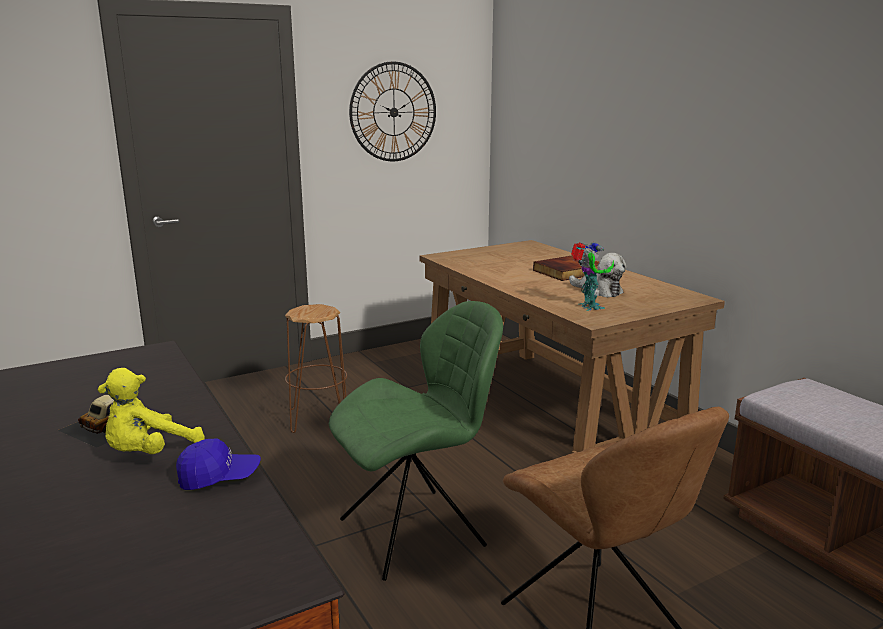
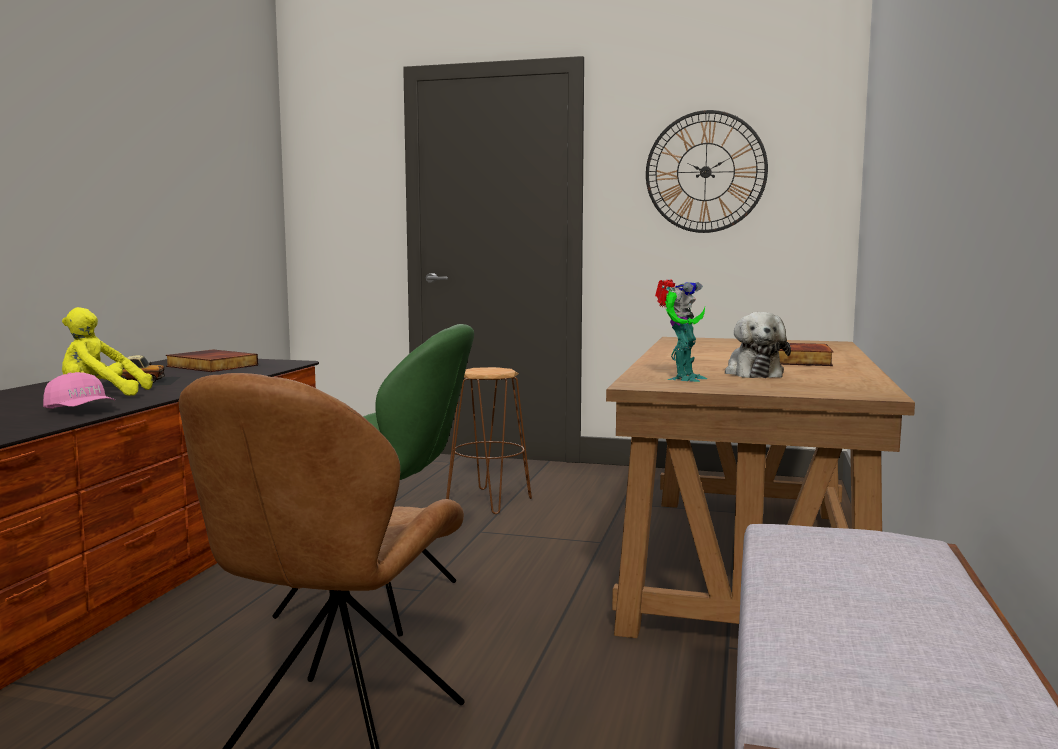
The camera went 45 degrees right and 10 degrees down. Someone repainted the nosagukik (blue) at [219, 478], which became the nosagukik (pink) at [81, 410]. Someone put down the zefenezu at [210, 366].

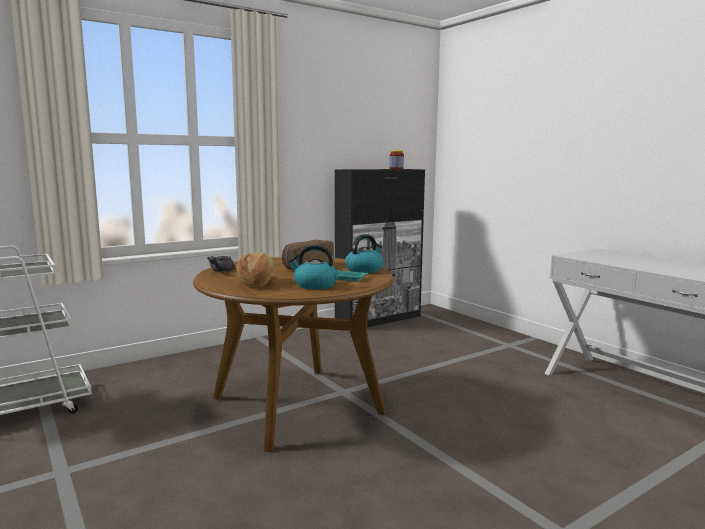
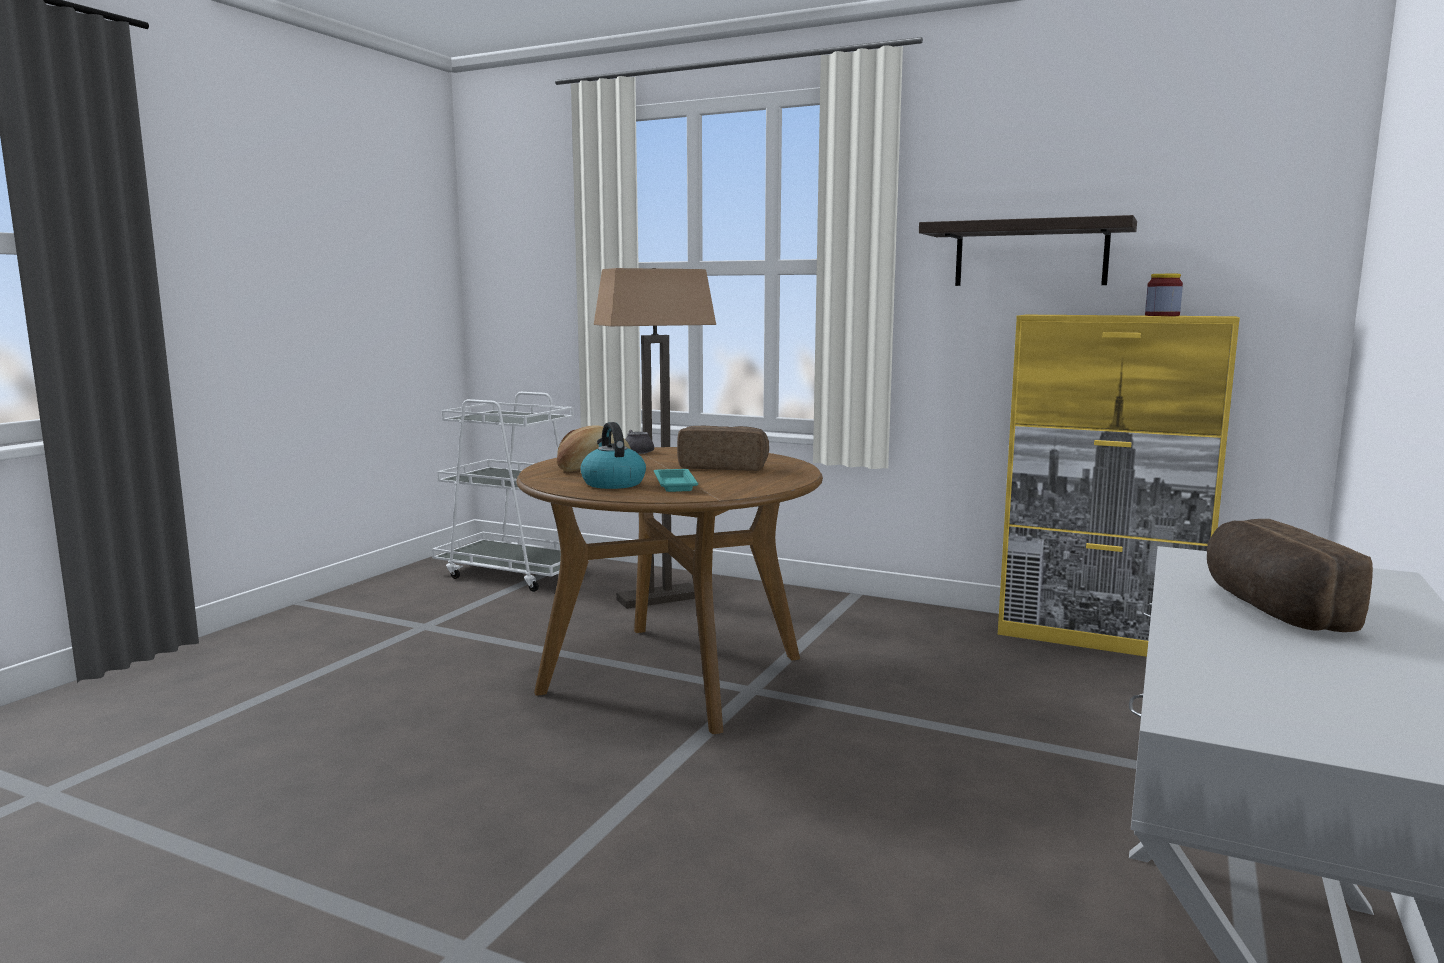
The camera went 60 degrees right and 0 degrees up. Someone put down the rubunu at [658, 599]. Someone put up the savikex at [1030, 254]. Someone repainted the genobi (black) at [379, 319], which became the genobi (yellow) at [1099, 639]. Someone put down the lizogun at [1269, 608]. Someone took away the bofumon at [364, 270].

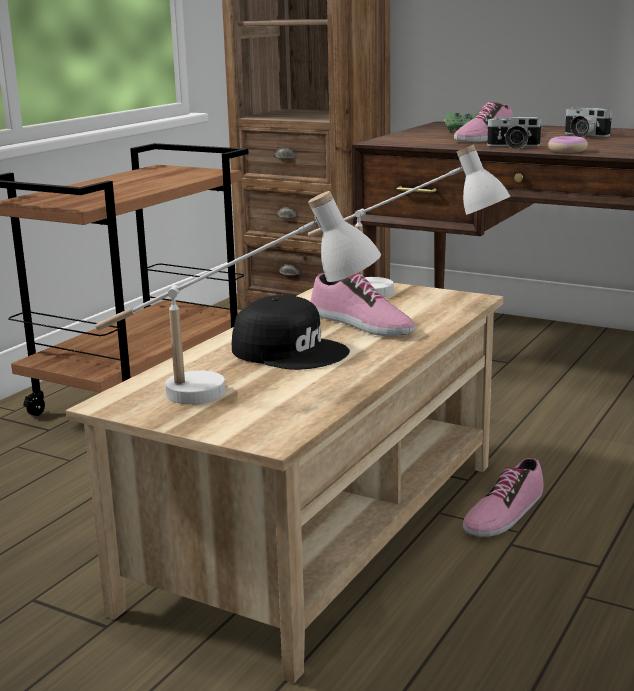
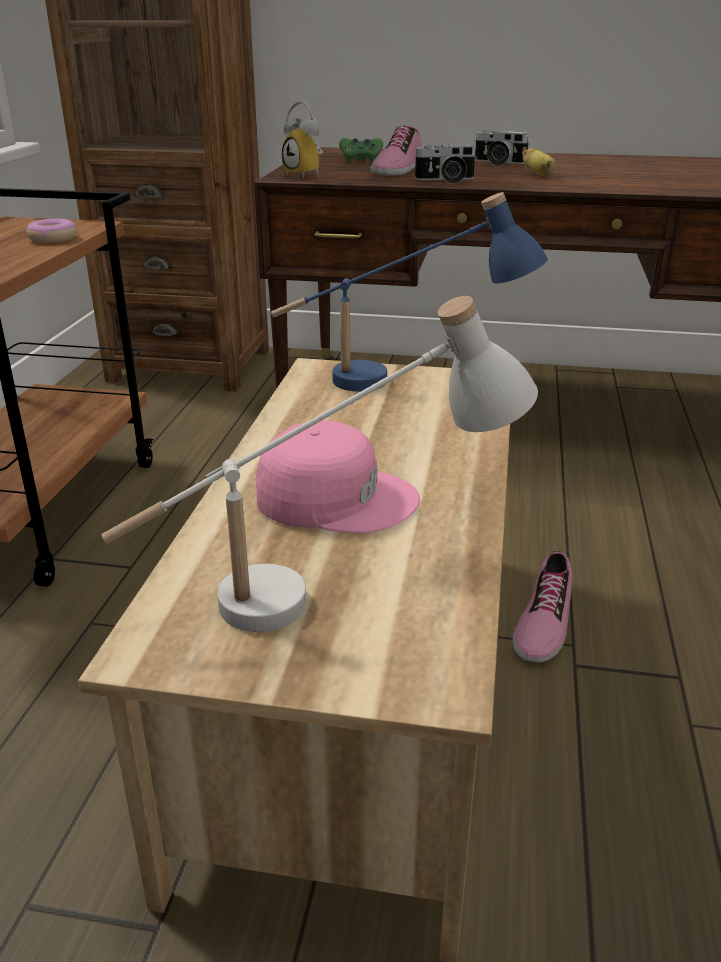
The camera went 20 degrees left and 10 degrees up. Someone carried the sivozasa from [567, 151] to [53, 239]. Someone repainted the nosagukik (black) at [290, 351], which became the nosagukik (pink) at [335, 497]. Someone repainted the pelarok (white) at [402, 296], which became the pelarok (blue) at [400, 383]. Someone put down the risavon at [307, 175]. Someone put down the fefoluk at [538, 174]. Someone took away the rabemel at [360, 324].

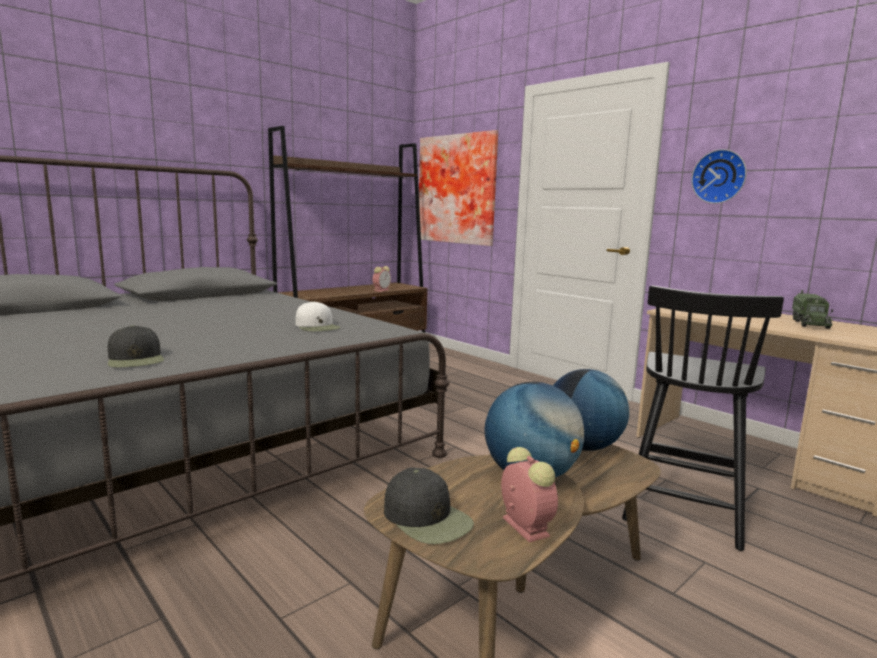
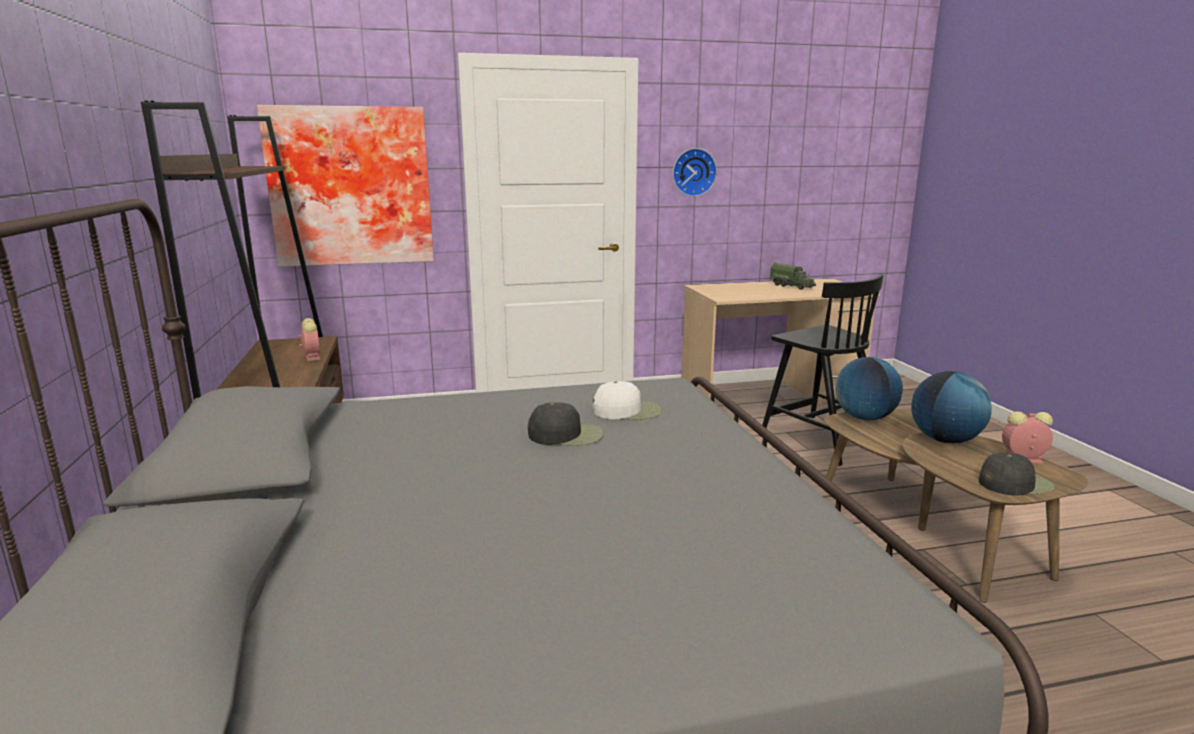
The camera went 60 degrees left and 5 degrees up. Someone carried the nosagukik (black) from [136, 359] to [566, 435].

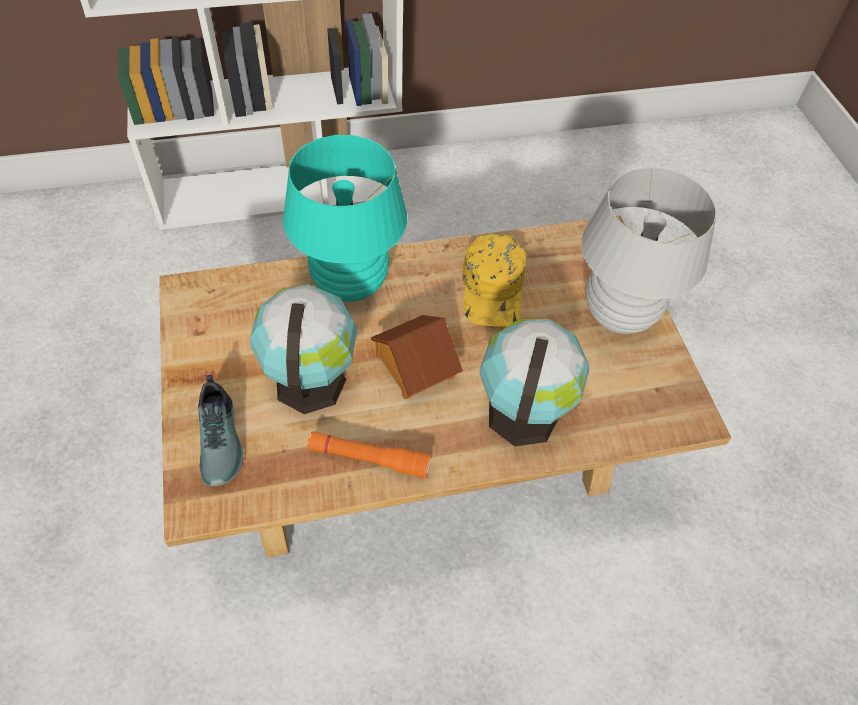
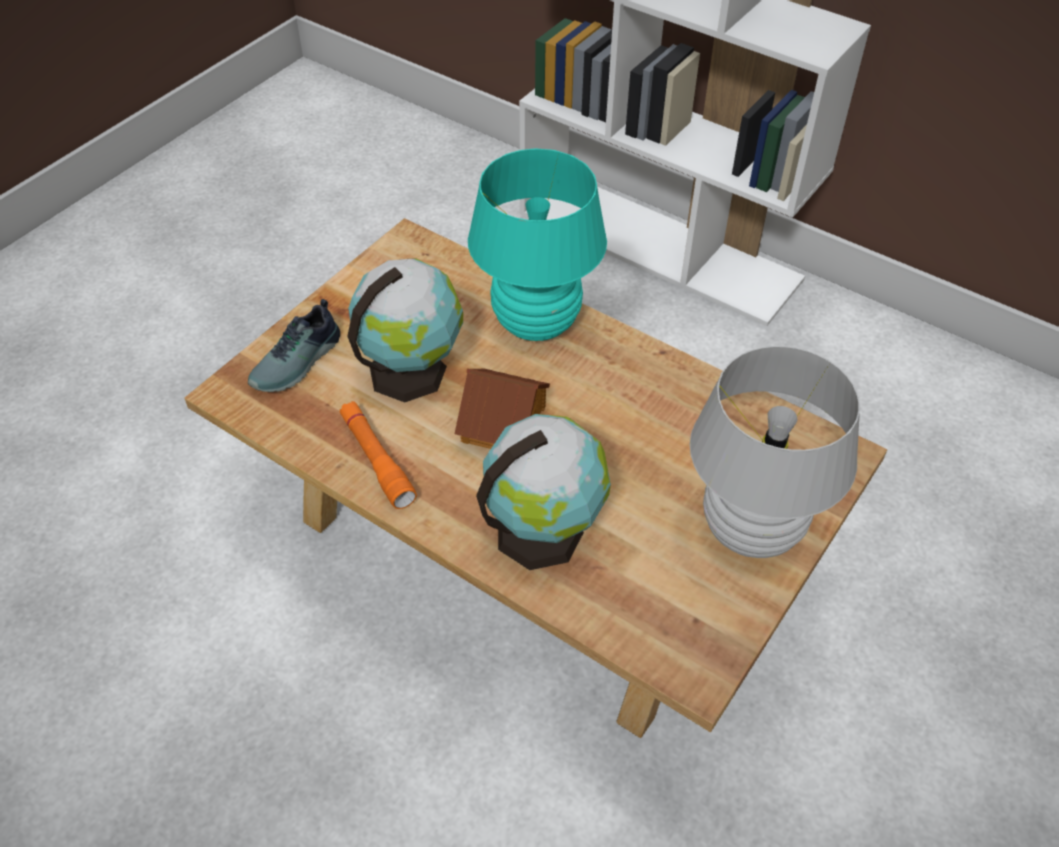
The camera went 50 degrees right and 5 degrees down. Someone took away the nosagukik (yellow) at [493, 289].

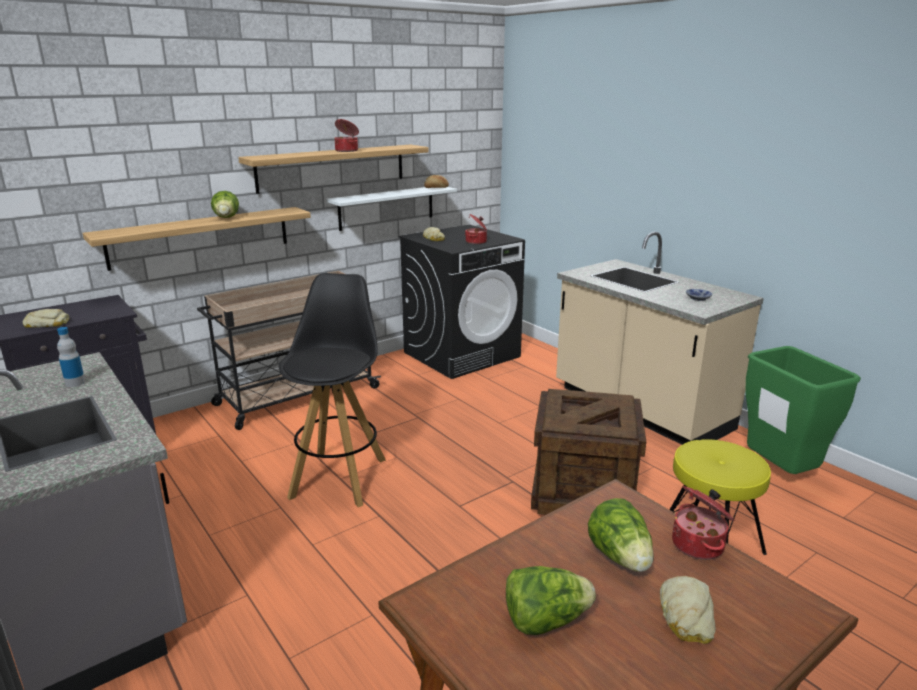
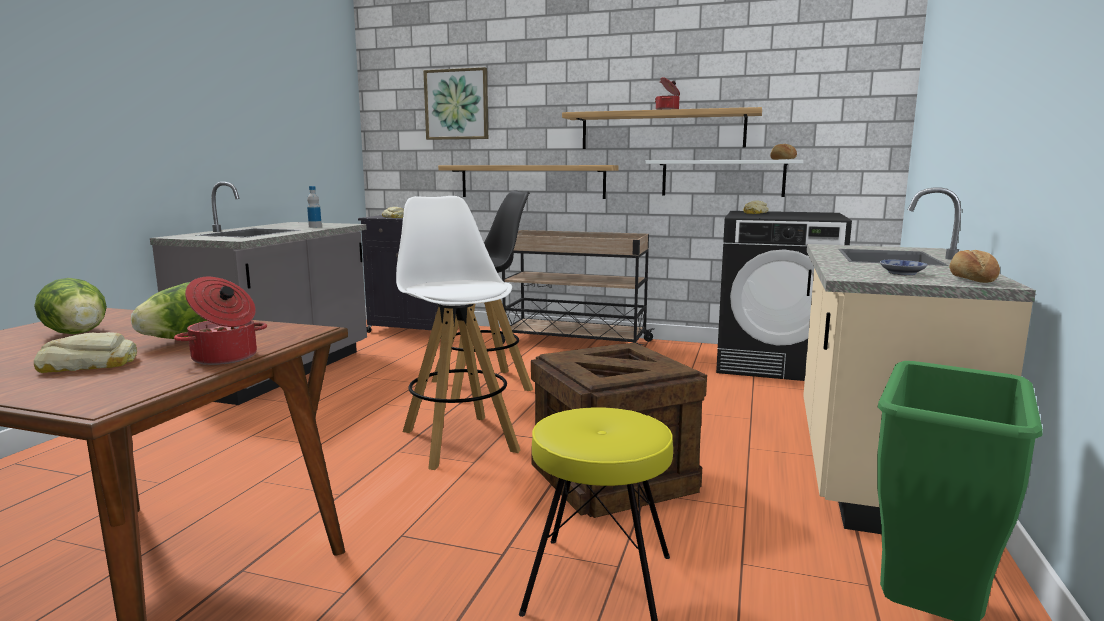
The camera went 55 degrees right and 10 degrees down. Someone put down the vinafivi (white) at [459, 440]. Someone put up the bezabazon at [457, 104]. Someone put down the lizogun at [971, 280]. Someone took away the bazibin at [226, 218]. Someone took away the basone at [476, 242].

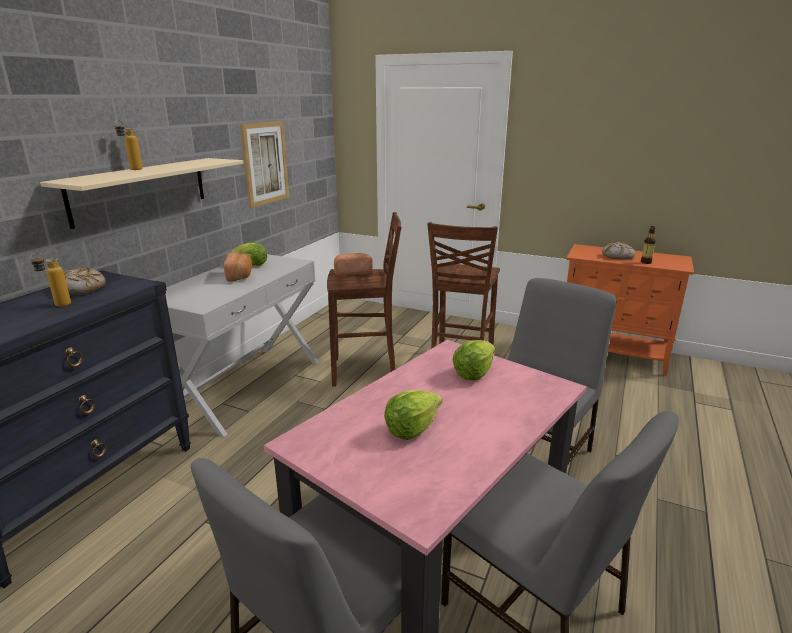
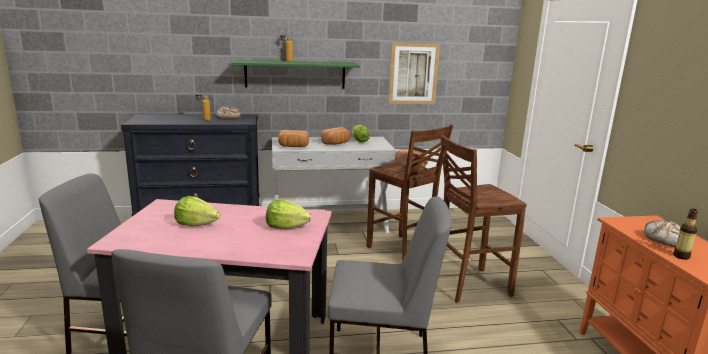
The camera went 55 degrees right and 5 degrees down. Someone repainted the savikex (beige) at [141, 190], which became the savikex (green) at [295, 74]. Someone put down the lizogun at [292, 146].

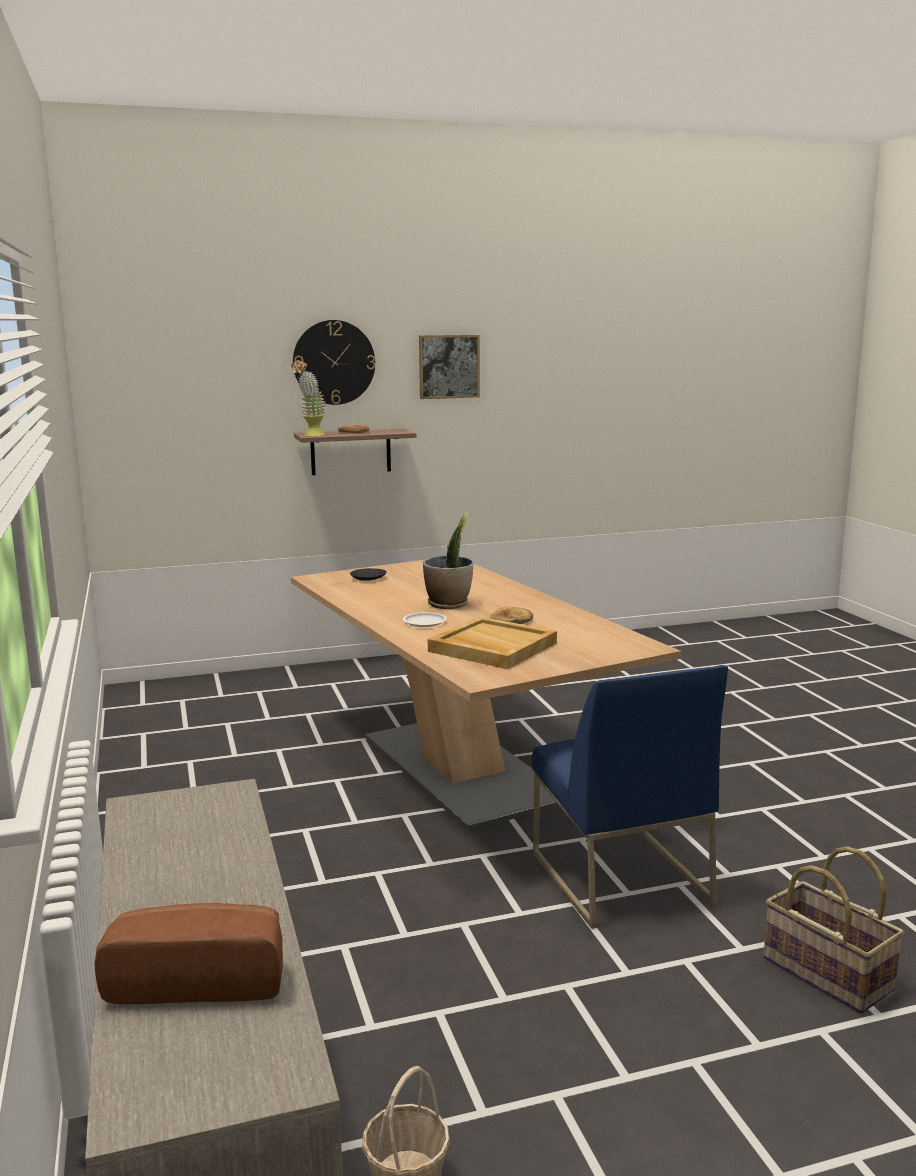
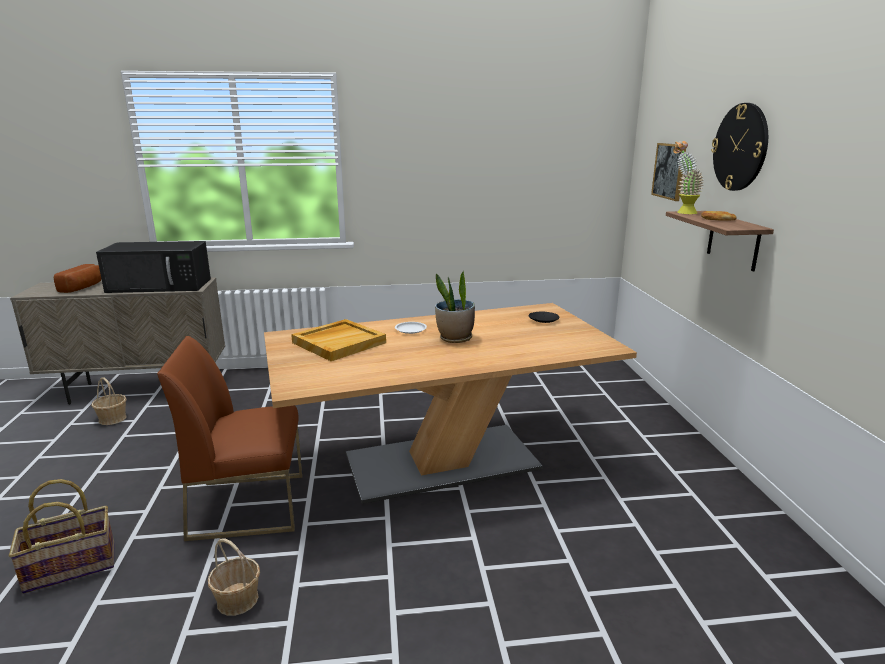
The camera went 100 degrees right and 5 degrees up. Someone put down the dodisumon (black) at [161, 285]. Someone repainted the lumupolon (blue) at [618, 877], which became the lumupolon (brown) at [249, 505]. Someone put down the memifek at [237, 600]. Someone carried the bezabazon from [449, 366] to [669, 171]. Someone took away the lizogun at [511, 620].

